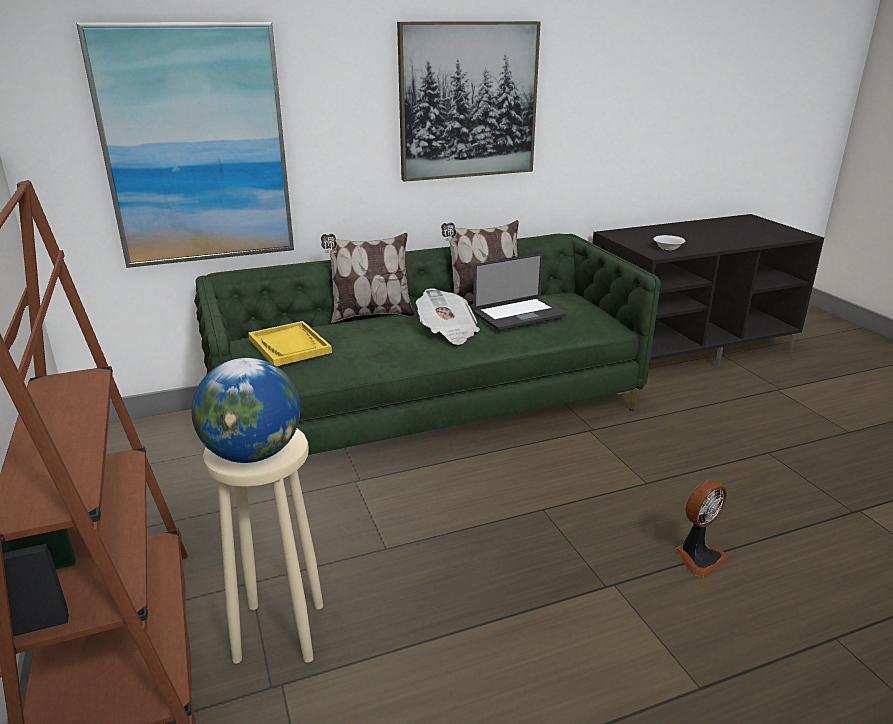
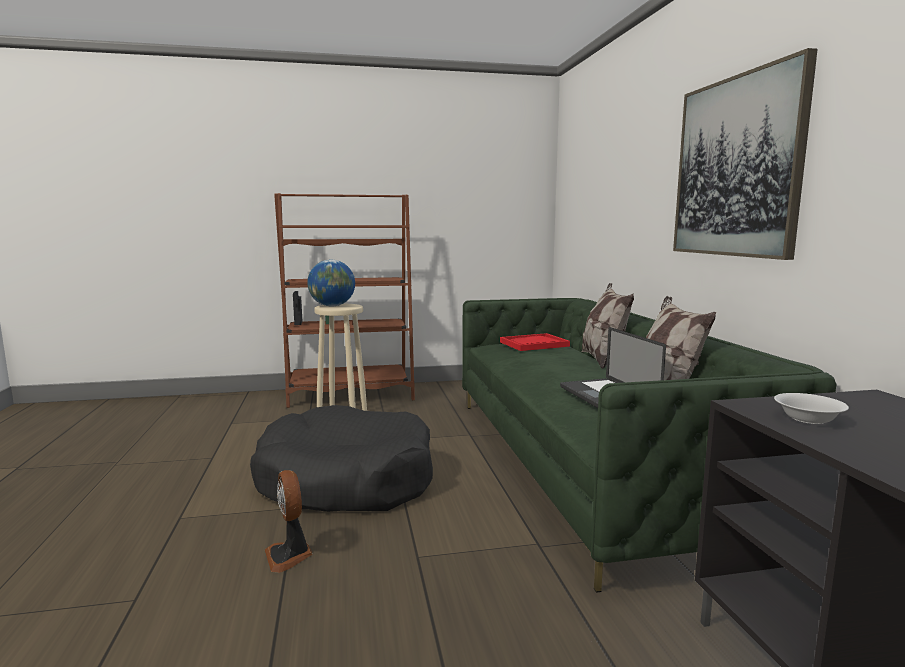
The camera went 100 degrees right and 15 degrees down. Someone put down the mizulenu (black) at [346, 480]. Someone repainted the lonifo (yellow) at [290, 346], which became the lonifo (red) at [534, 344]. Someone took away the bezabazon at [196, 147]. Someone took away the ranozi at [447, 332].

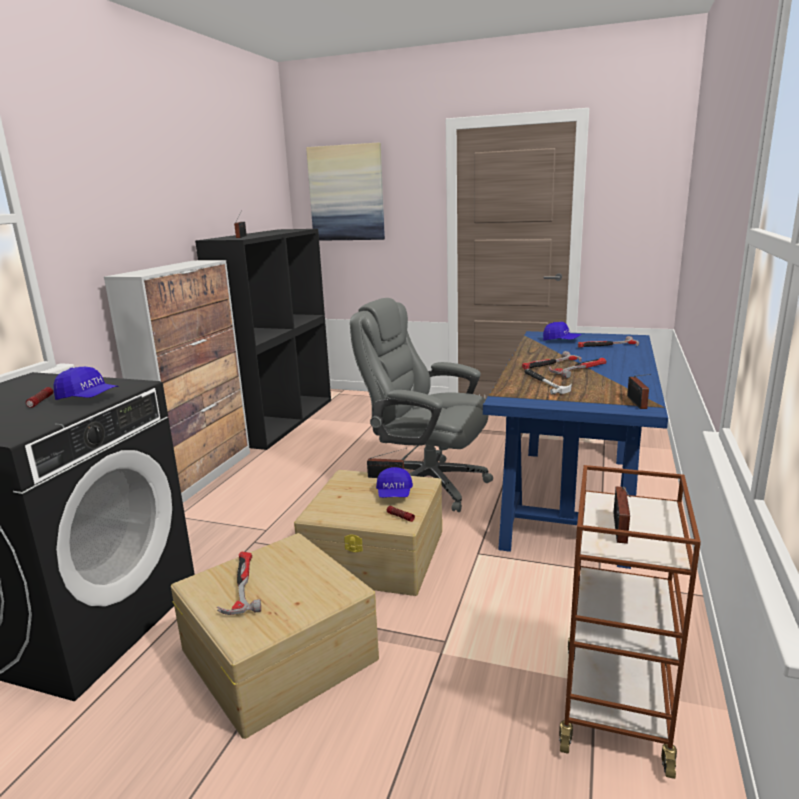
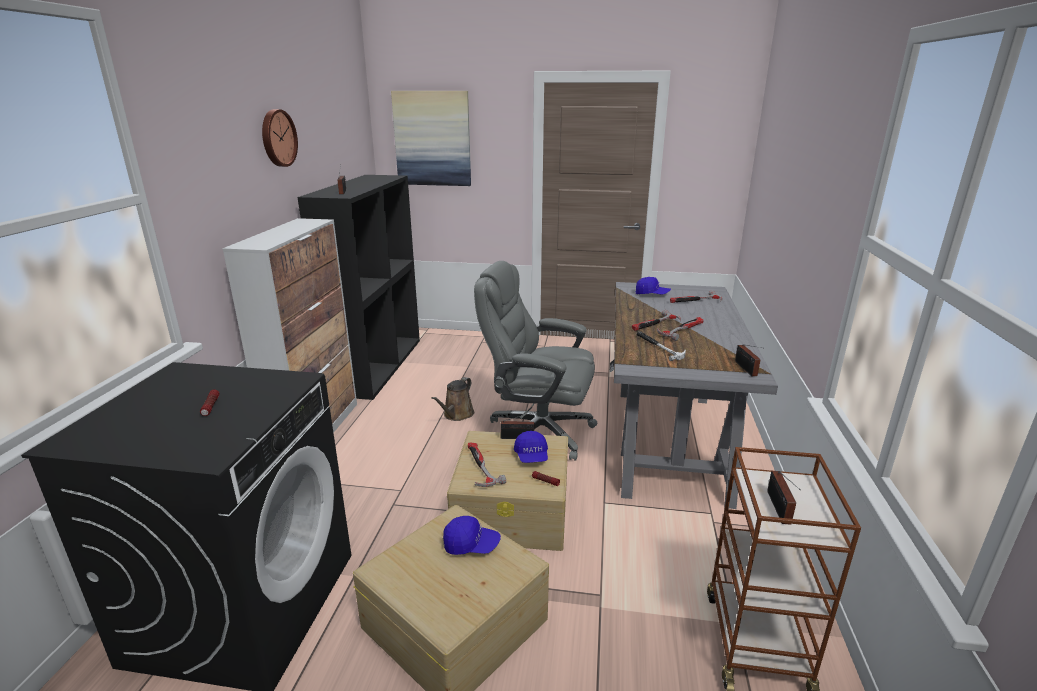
The camera went 10 degrees left and 5 degrees up. Someone put up the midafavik at [277, 138]. Someone put down the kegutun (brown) at [457, 415]. Someone carried the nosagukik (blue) from [88, 398] to [471, 545]. Someone carried the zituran from [241, 586] to [480, 467]. Someone repainted the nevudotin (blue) at [574, 486], which became the nevudotin (grey) at [668, 427].

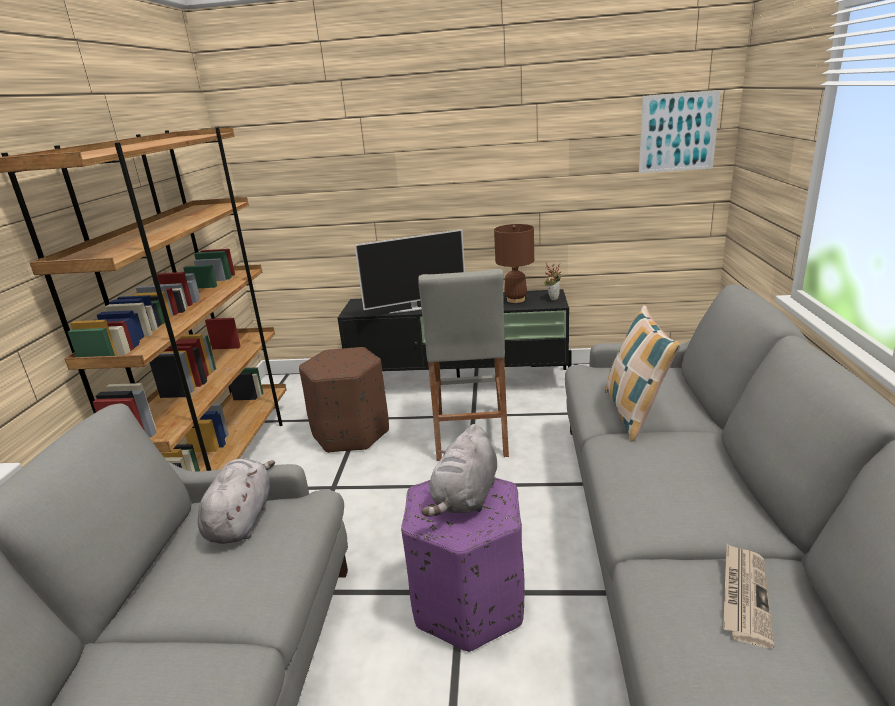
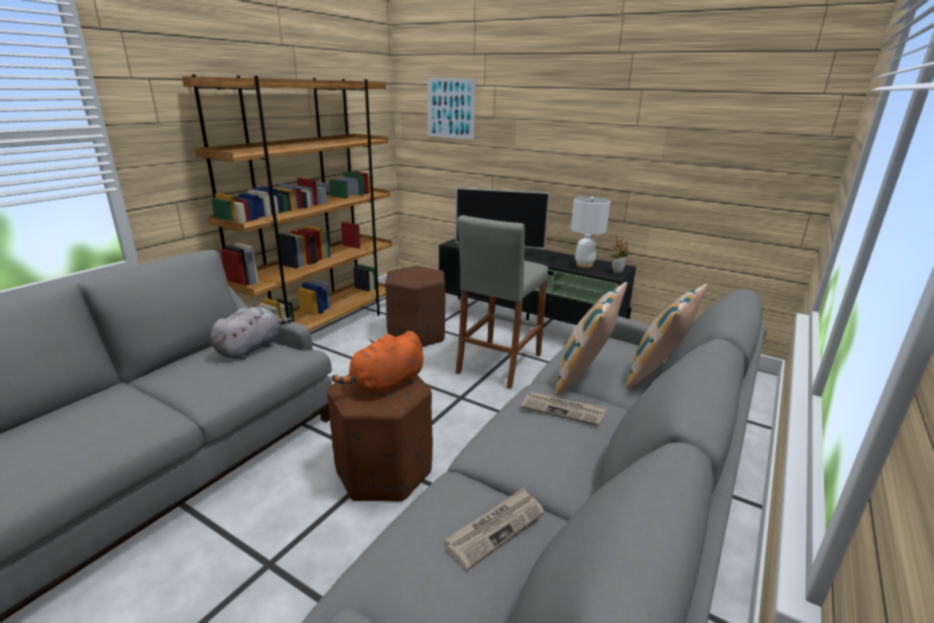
The camera went 25 degrees right and 0 degrees up. Someone repainted the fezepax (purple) at [468, 603], which became the fezepax (brown) at [383, 472]. Someone repainted the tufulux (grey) at [465, 498], which became the tufulux (orange) at [385, 385]. Someone carried the bezabazon from [678, 132] to [450, 108]. Someone put down the ranozi at [563, 410]. Someone repainted the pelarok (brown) at [515, 300], which became the pelarok (white) at [584, 265]. Someone put down the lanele at [658, 375].

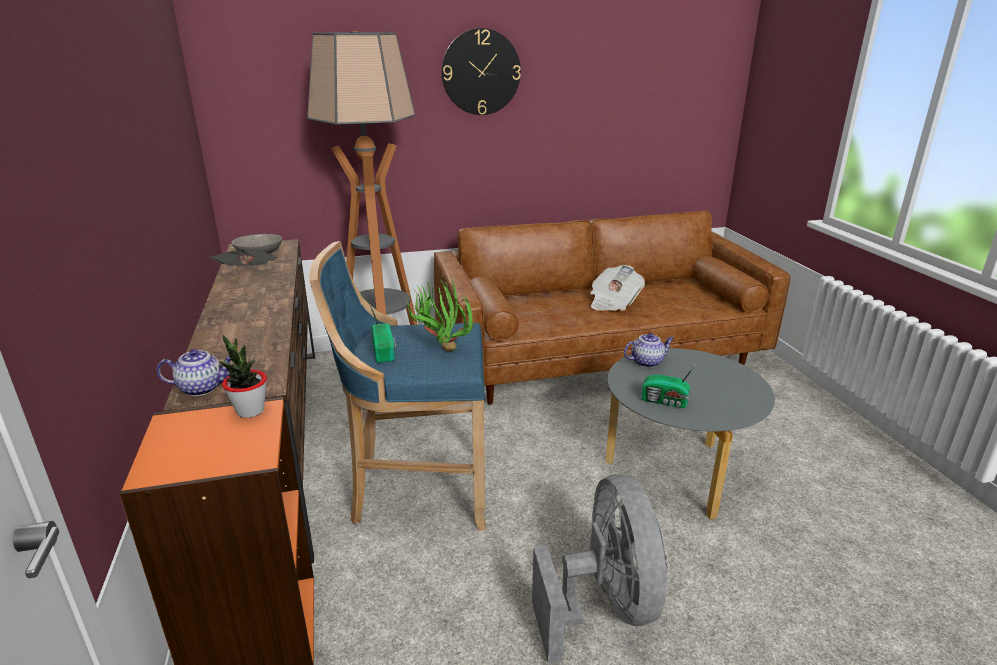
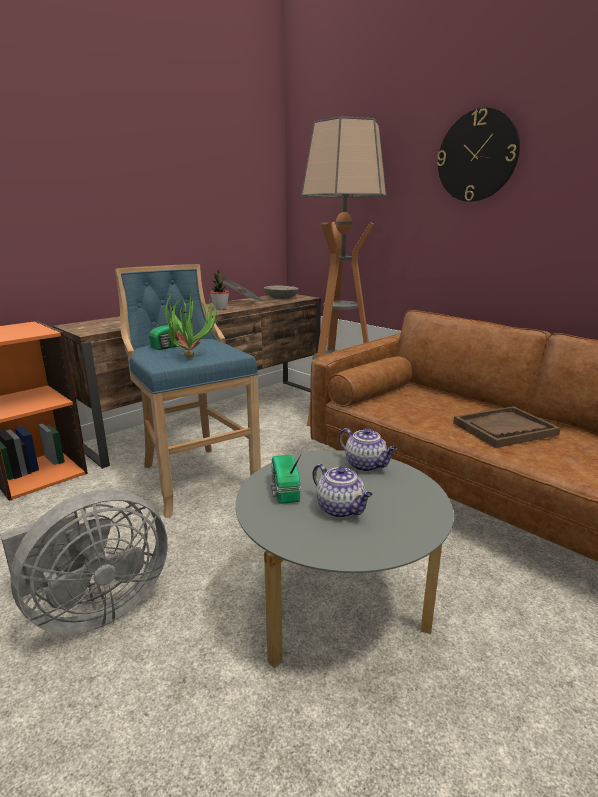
The camera went 60 degrees right and 5 degrees down. Someone carried the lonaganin from [250, 411] to [220, 308]. Someone carried the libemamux from [202, 388] to [341, 509]. Someone swapped the ranozi at [613, 302] for the lonifo (brown) at [504, 429].

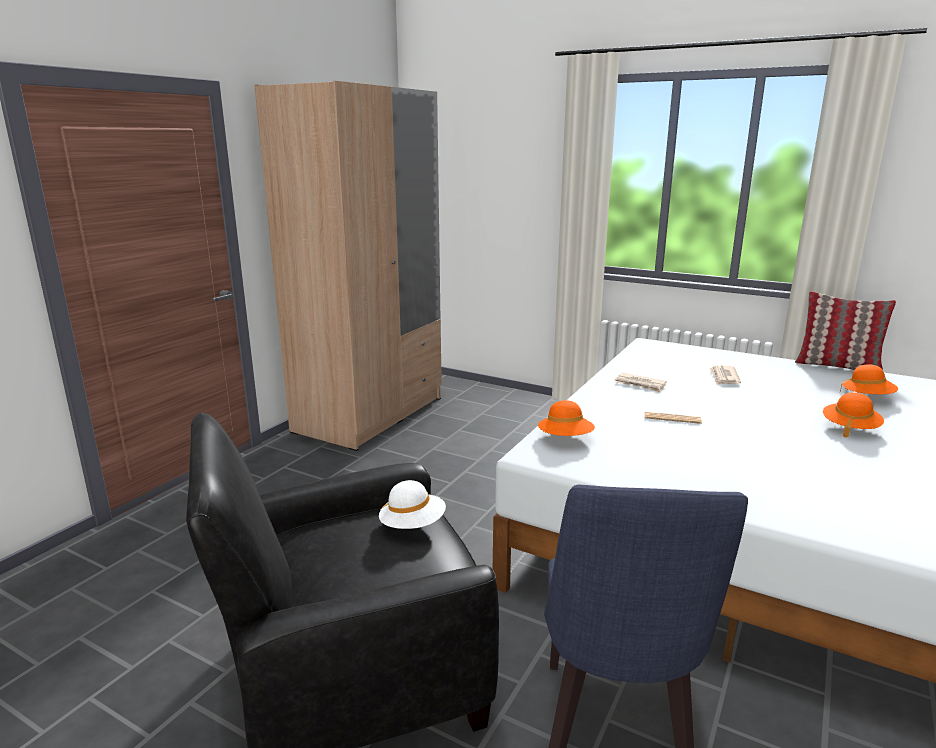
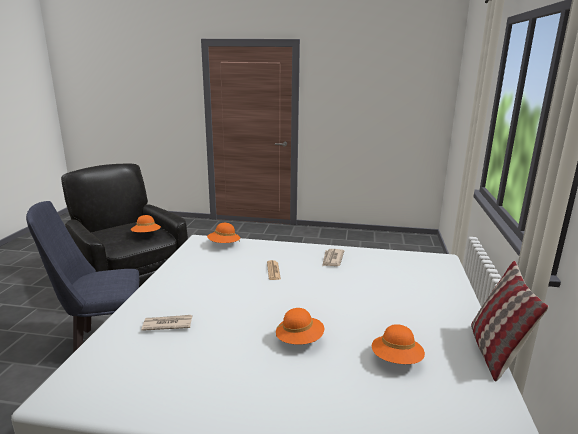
The camera went 70 degrees right and 0 degrees up. Someone repainted the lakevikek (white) at [413, 525], which became the lakevikek (orange) at [146, 235]. Someone carried the ranozi from [724, 377] to [167, 324]. Someone took away the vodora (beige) at [370, 414].

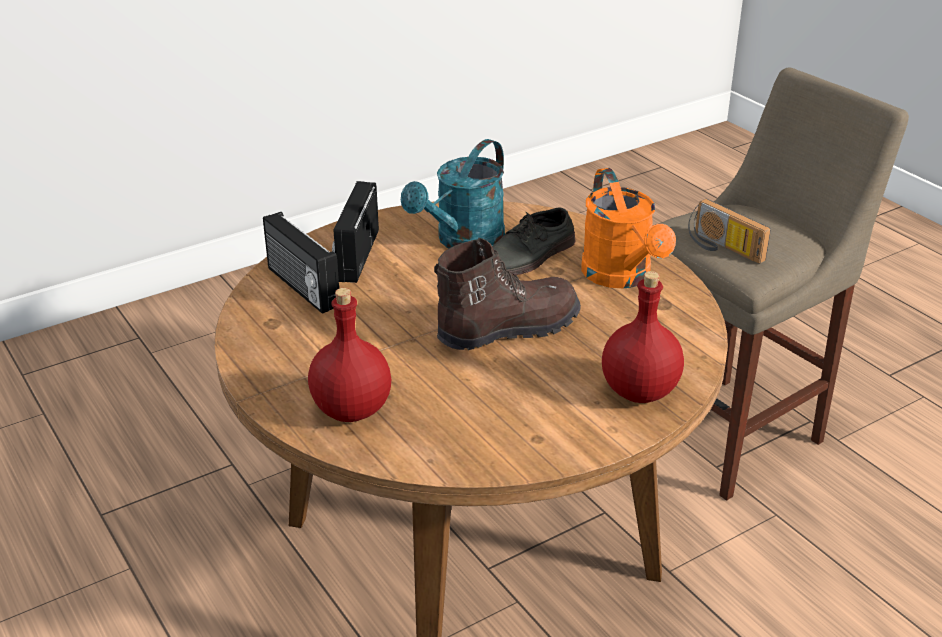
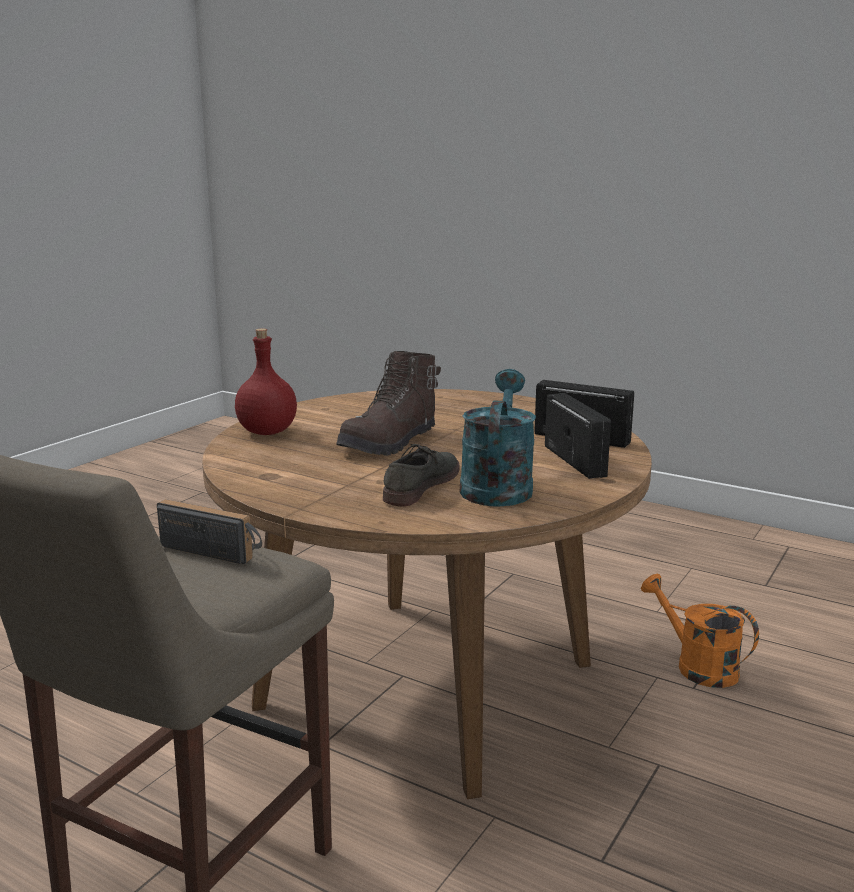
The camera went 155 degrees right and 15 degrees down. Someone carried the kegutun (orange) from [622, 277] to [697, 666]. Someone took away the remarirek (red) at [350, 410].

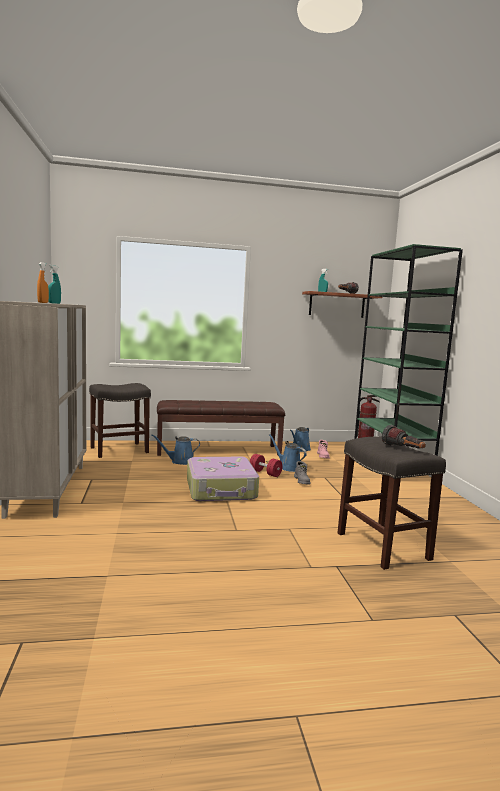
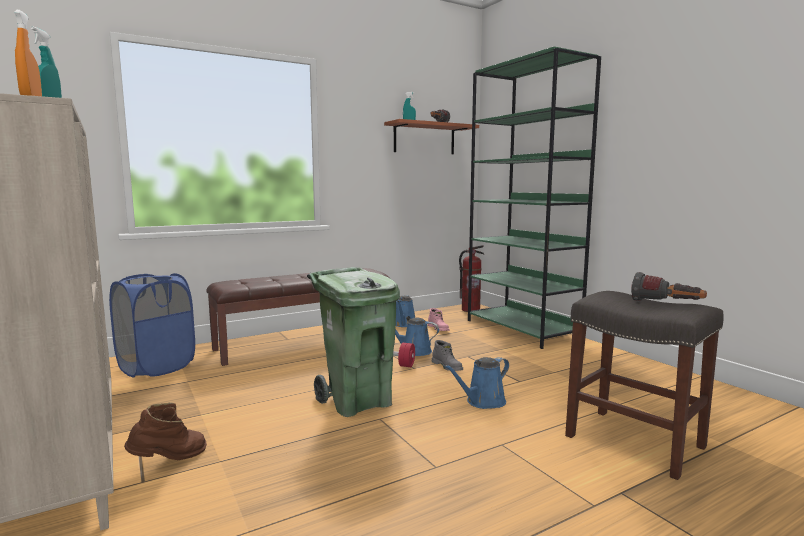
The camera went 20 degrees left and 0 degrees up. Someone swapped the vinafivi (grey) at [120, 450] for the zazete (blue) at [157, 367]. Someone put down the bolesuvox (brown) at [169, 460]. Someone swapped the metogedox at [221, 489] for the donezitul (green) at [357, 402]. Someone carried the kegutun (blue) from [180, 461] to [483, 402].

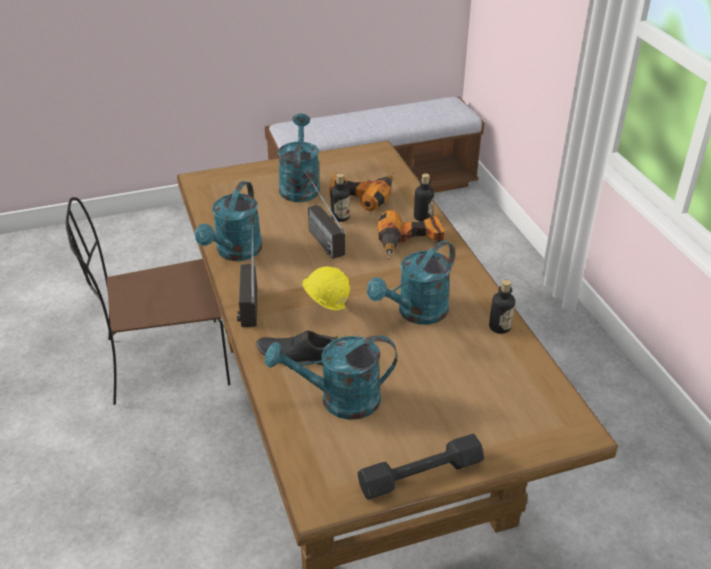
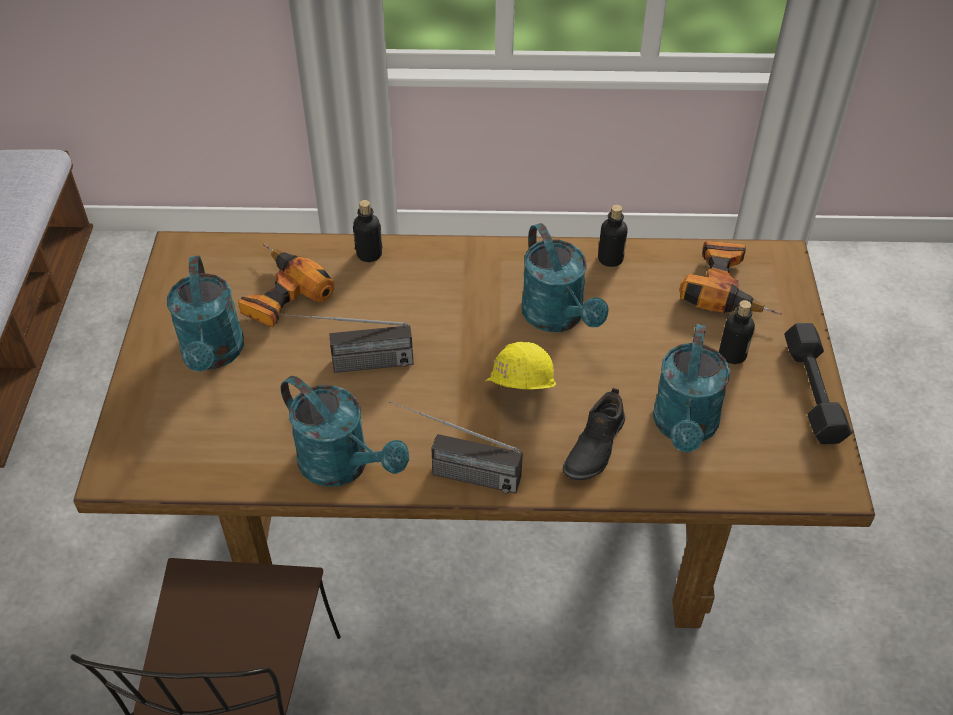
The camera went 70 degrees left and 10 degrees up. Someone rotated the kegutun (turquoise) at [299, 185] by 120 degrees counterclockwise. Someone carried the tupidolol from [410, 243] to [727, 288]. Someone carried the remarirek from [340, 217] to [732, 355].

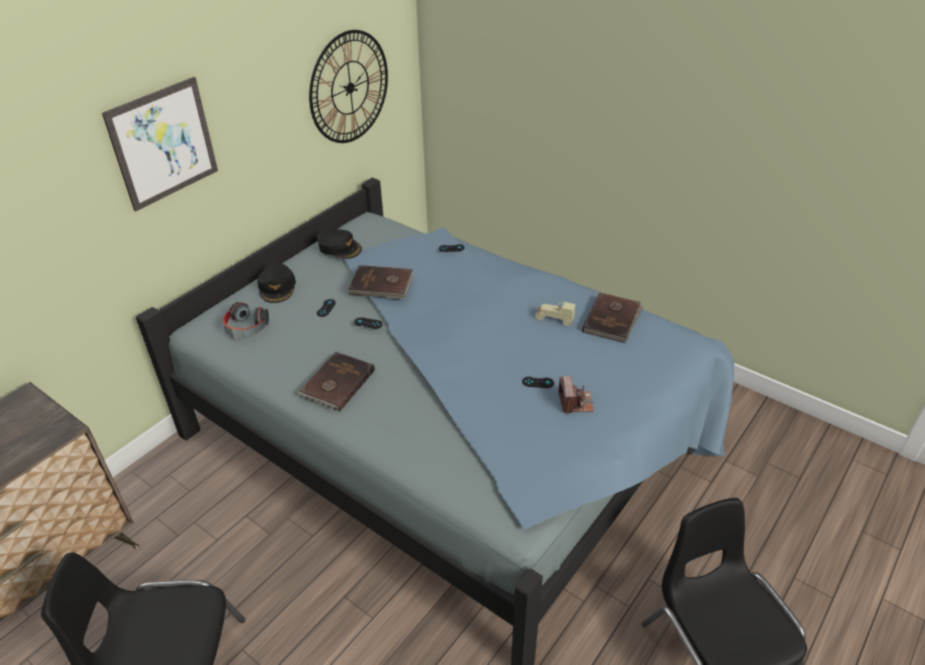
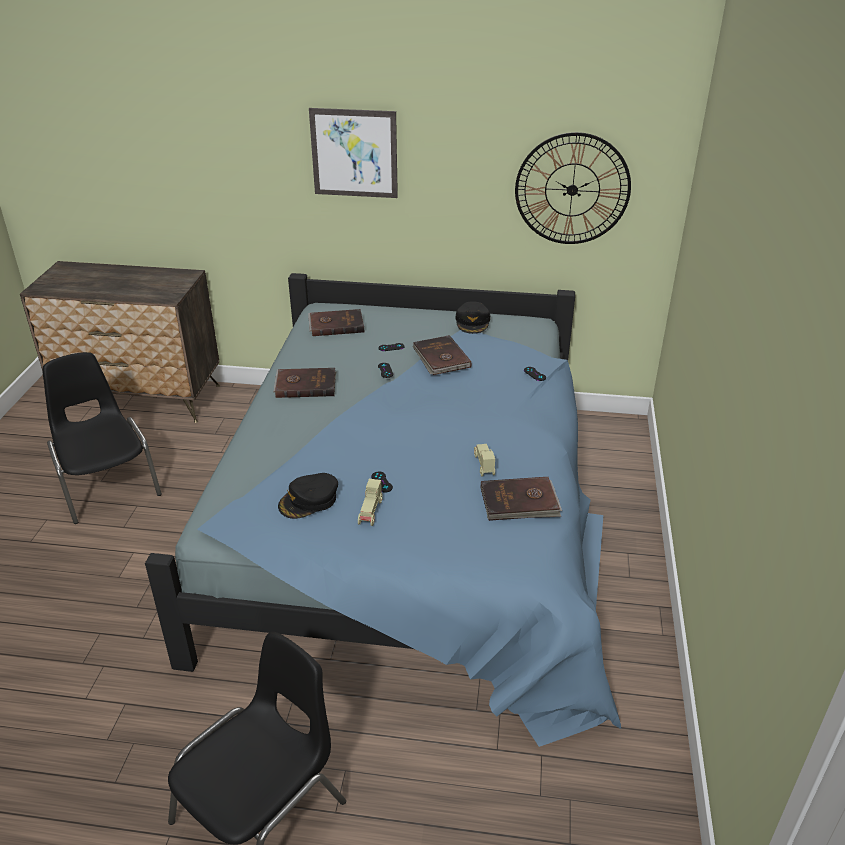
The camera went 60 degrees right and 5 degrees down. Someone carried the nosagukik (black) from [277, 287] to [309, 501]. Someone swapped the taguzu at [246, 328] for the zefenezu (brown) at [336, 325]. Someone swapped the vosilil at [575, 402] for the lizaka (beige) at [371, 512].

